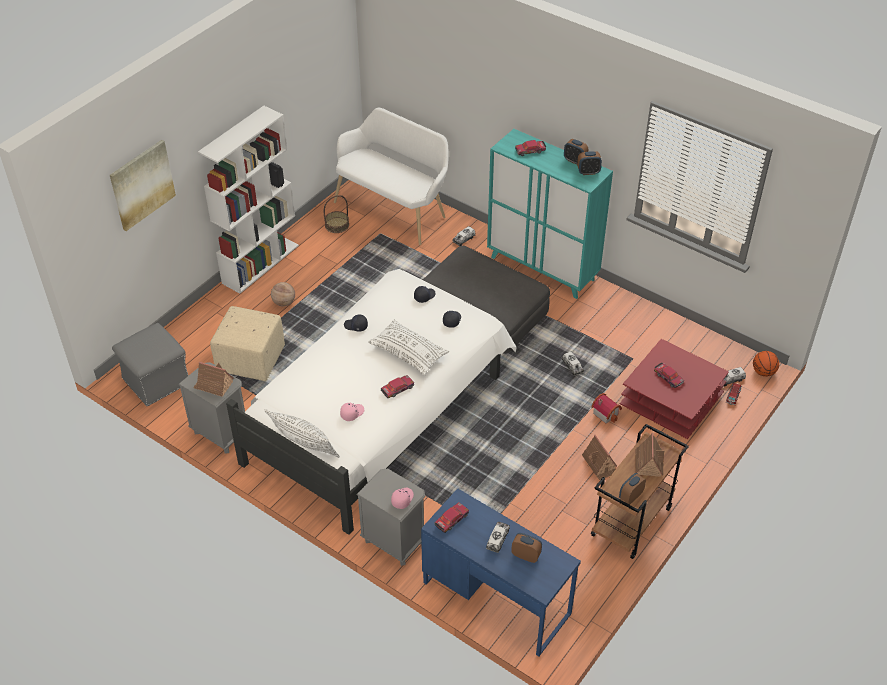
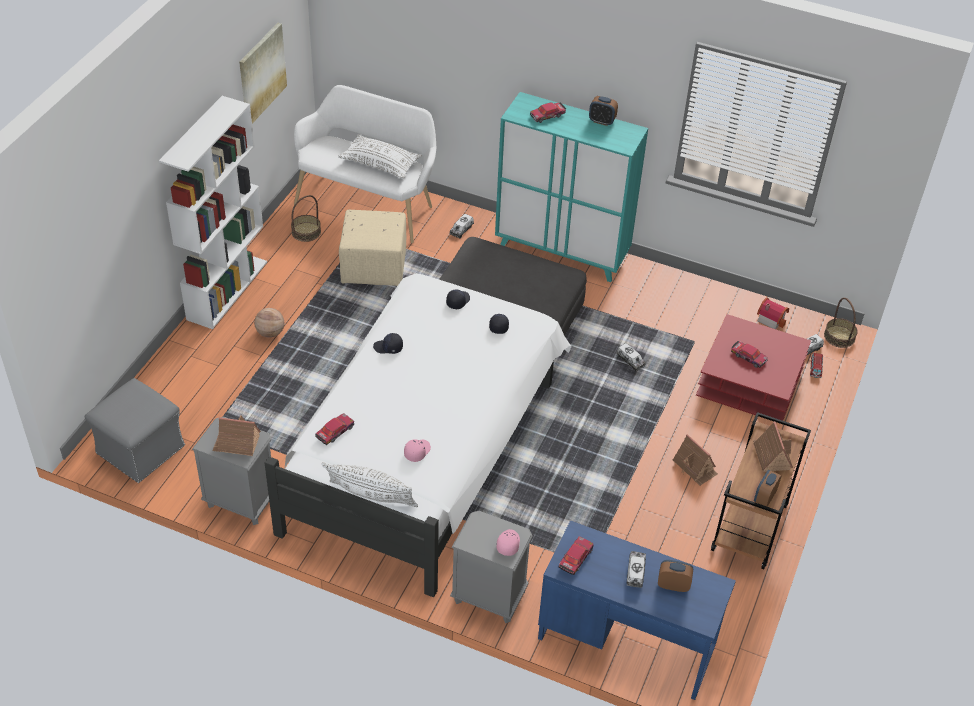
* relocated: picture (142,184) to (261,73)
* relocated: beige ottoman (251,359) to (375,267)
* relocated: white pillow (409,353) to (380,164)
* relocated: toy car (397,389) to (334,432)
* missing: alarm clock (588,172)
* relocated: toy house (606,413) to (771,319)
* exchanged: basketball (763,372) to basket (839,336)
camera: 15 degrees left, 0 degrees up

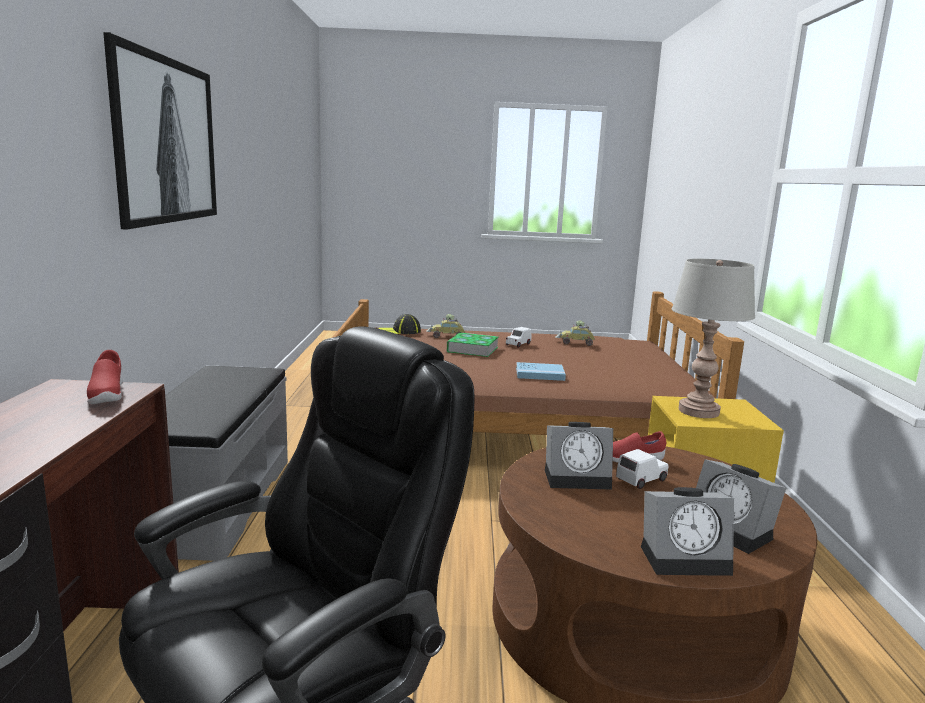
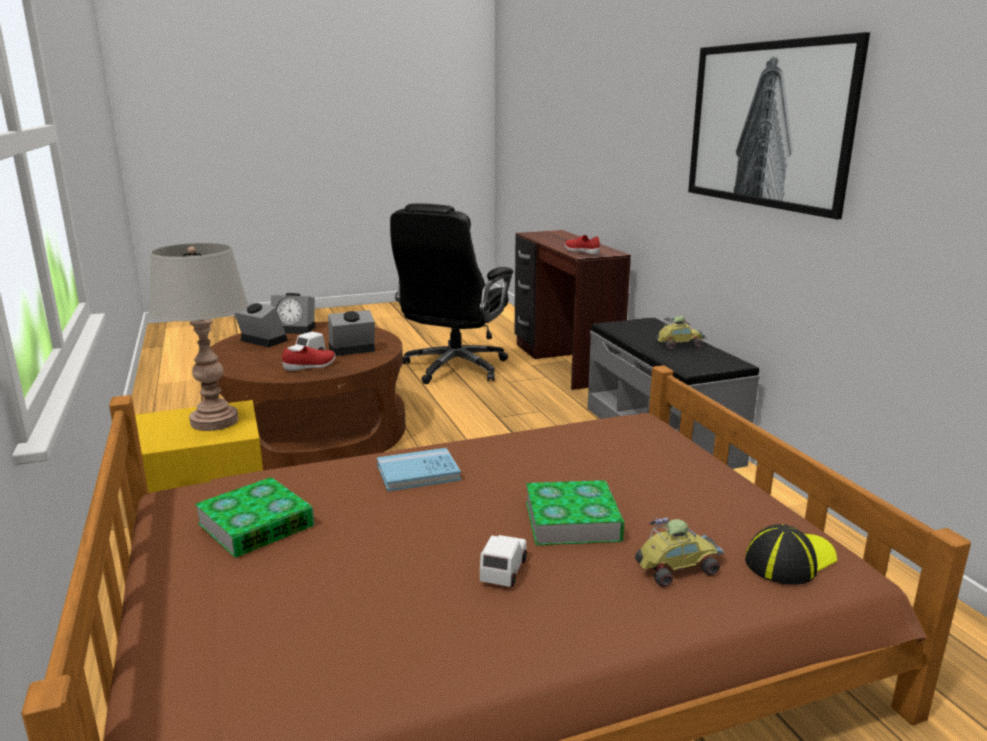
* relocated: toy car (576,343) to (679,345)
* spun: alarm clock (686,558) = (295,329) 150 degrees counterclockwise
* appeared: book (256,525)
camera: 160 degrees right, 5 degrees up

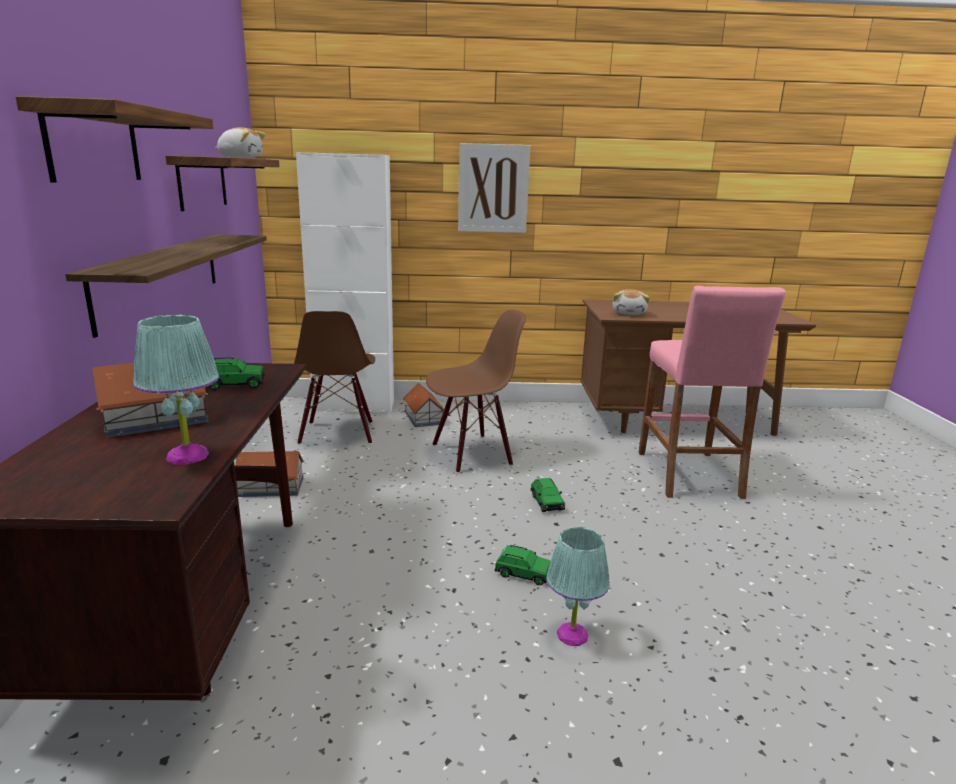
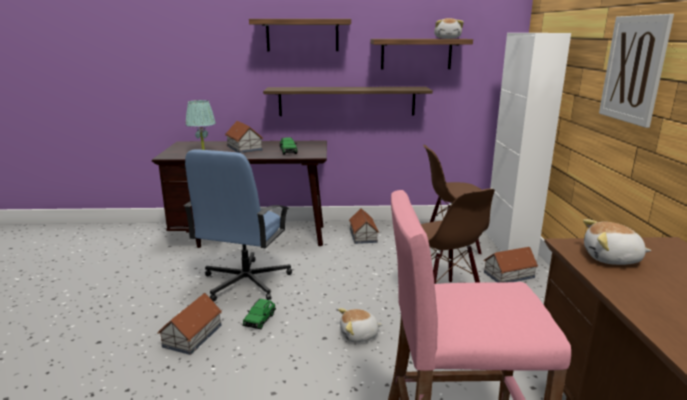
* exchanged: green toy car (547,502) to plush toy (359,335)
* exchanged: turquoise table lamp (572,634) to toy house (193,335)
* appeared: blue office chair (245,282)
camera: 90 degrees right, 0 degrees up

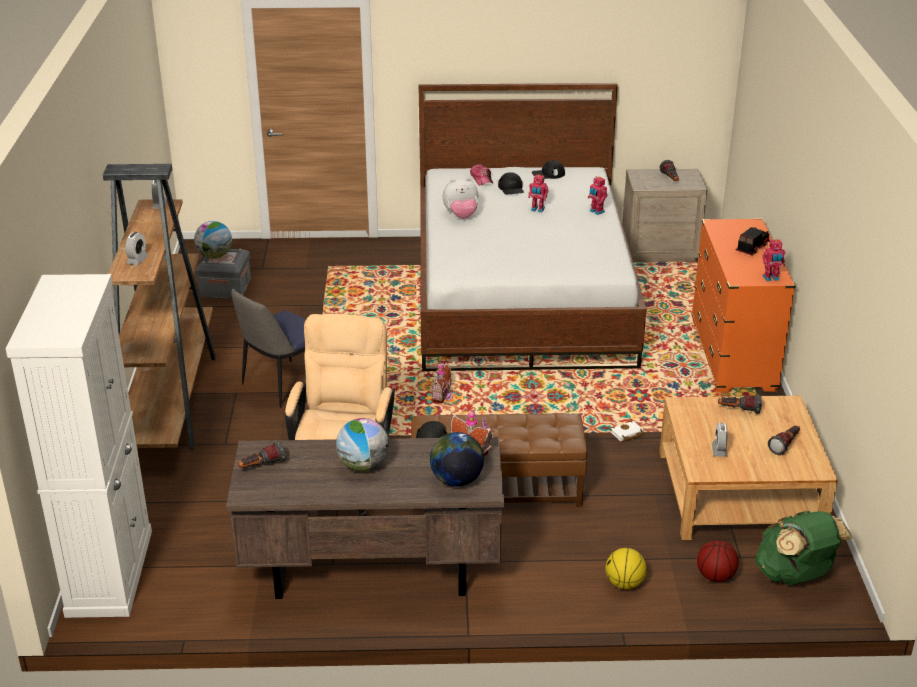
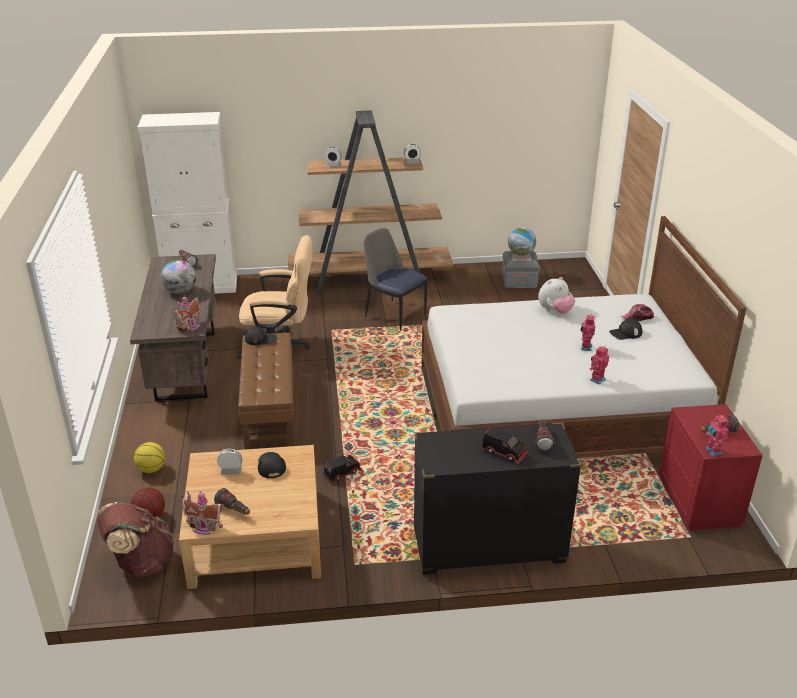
* relocated: toy house (443,397) to (204,527)
* missing: globe (456,480)
* spun: plush toy (461,216) = (555,311) 105 degrees counterclockwise
* relocated: black cap (548,174) to (271,466)
* exchanged: white book (627,434) to toy truck (342,473)
* colour: beige nightstand (659,250) to red nightstand (700,501)
* colour: orange dresser (733,355) to black dresser (488,547)
* relocated: flashlight (738,410) to (542,440)
* colour: green backpack (795,576) to brown backpack (141,563)
* relocated: toy robot (771,278) to (712,451)
camera: 85 degrees right, 0 degrees up

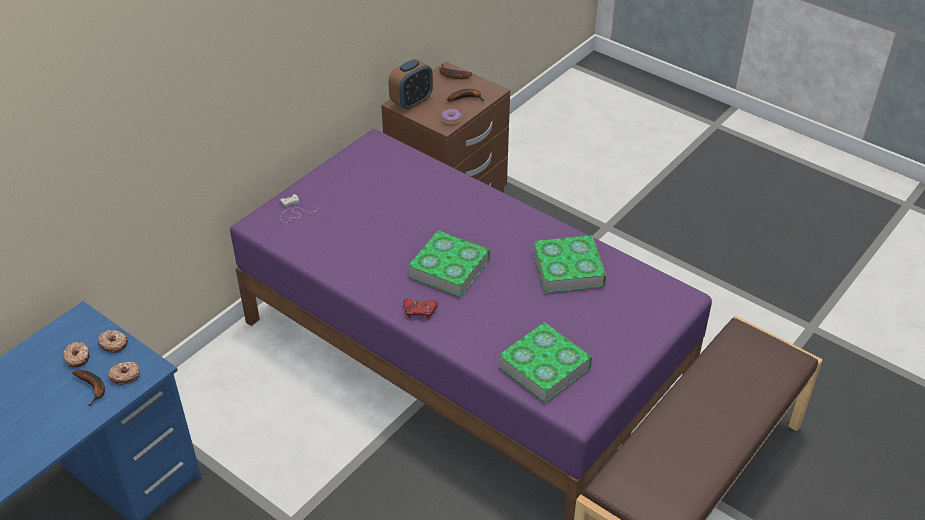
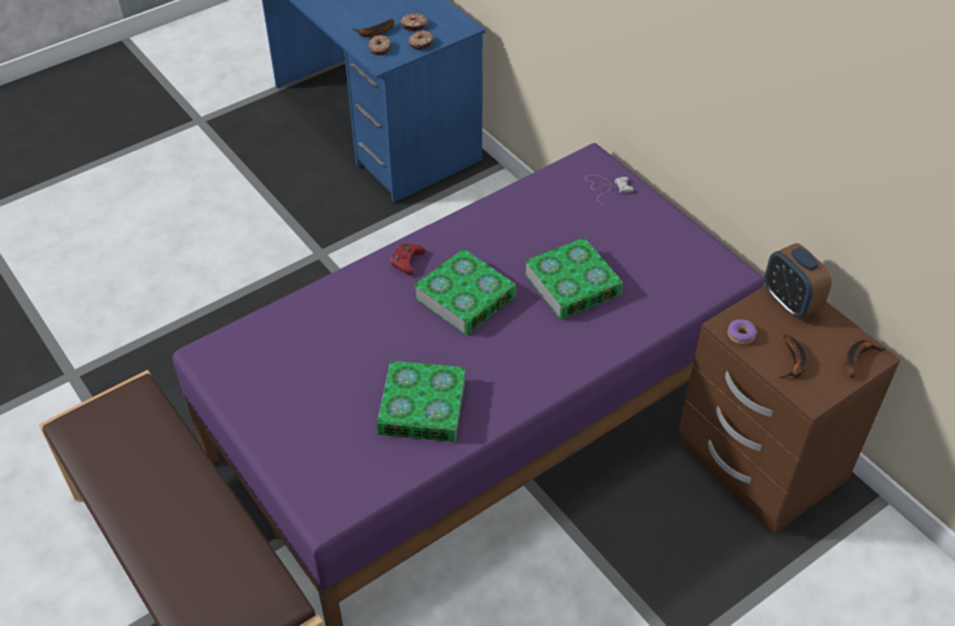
* relocated: book (544,367) to (572,284)
camera: 105 degrees right, 5 degrees up

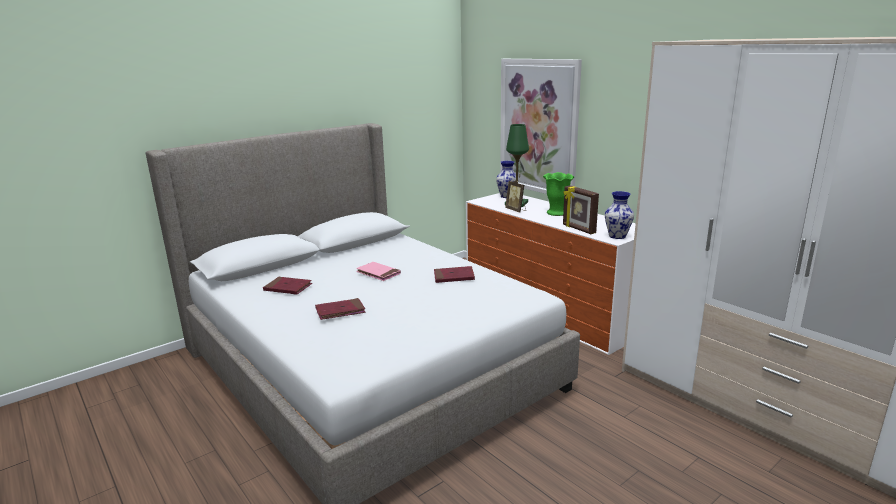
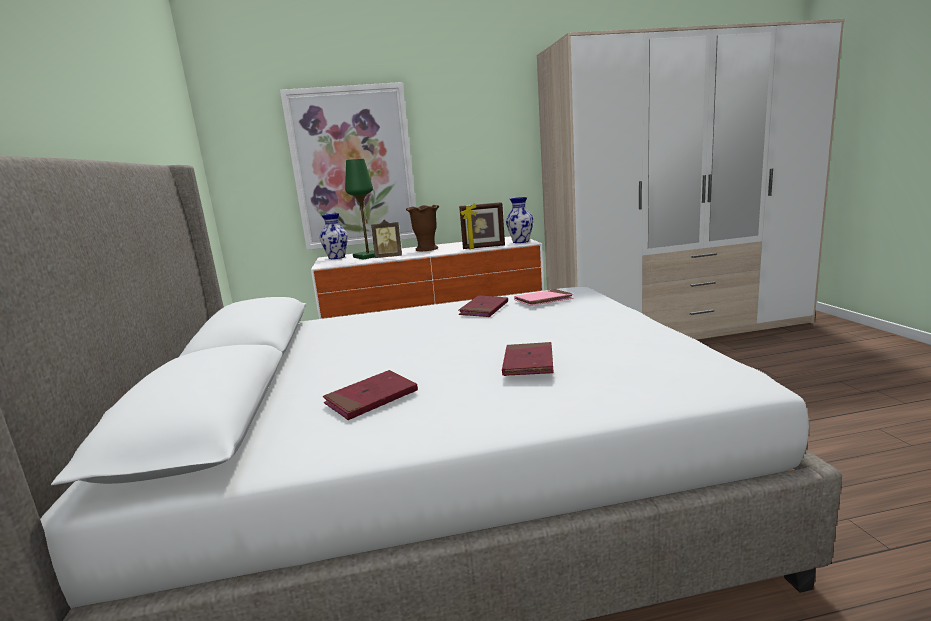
* relocated: pink book (378,273) to (543,300)
* colour: green vase (557,213) to brown vase (426,249)
camera: 60 degrees left, 5 degrees down

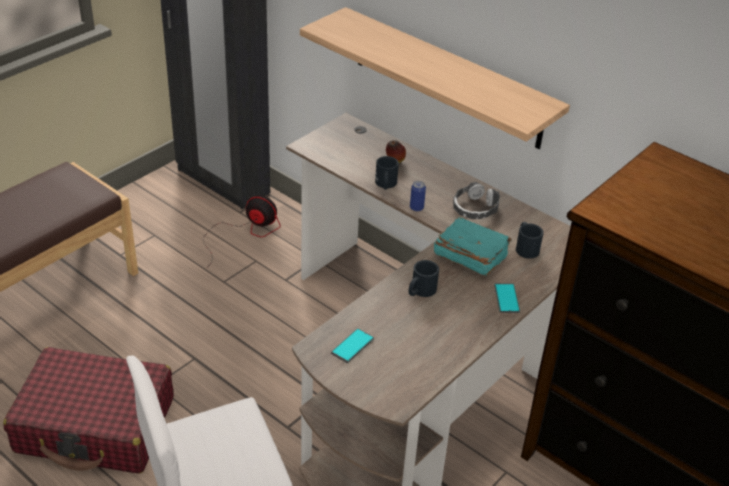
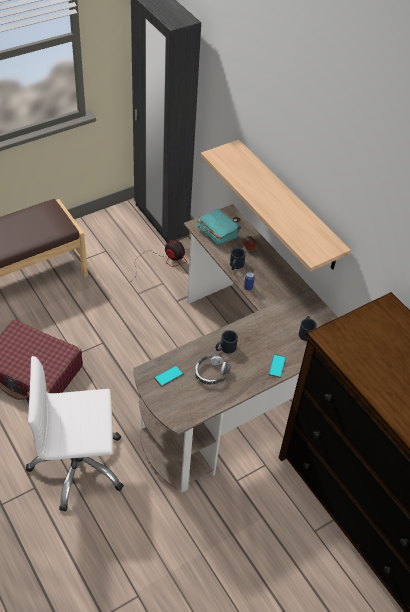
* relocated: turquoise book (469,256) to (217,232)
* relocated: headphones (475,208) to (211,373)
camera: 15 degrees right, 10 degrees up

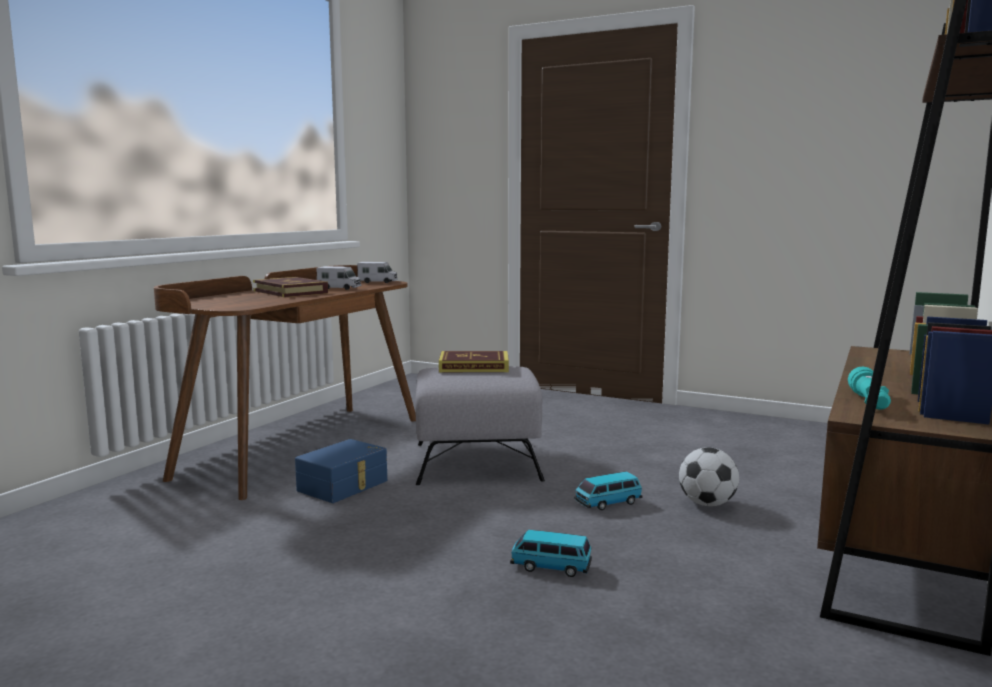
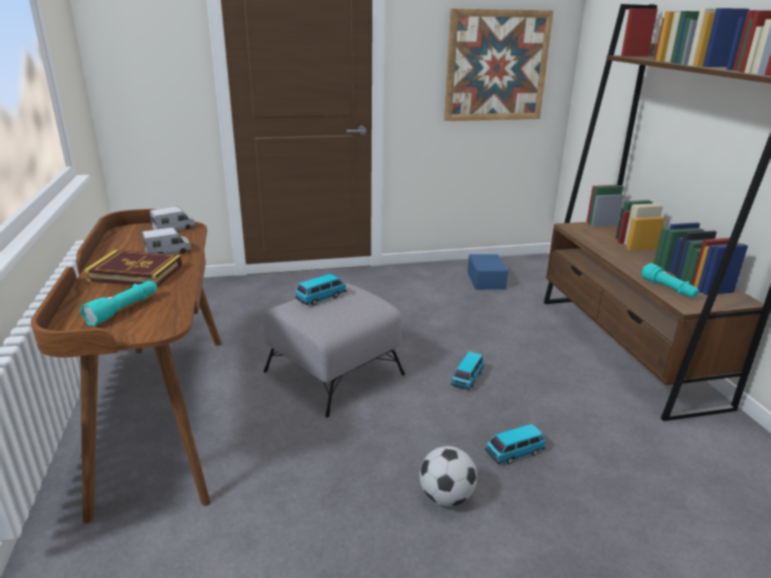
* relocated: blue storage box (344,486) to (487,280)
* exchanged: book (474,367) to toy car (321,298)
* relocated: football (707,504) to (446,497)
* appeared: turquoise flashlight (124,309)
* appeared: picture (496,66)
camera: 40 degrees left, 15 degrees up

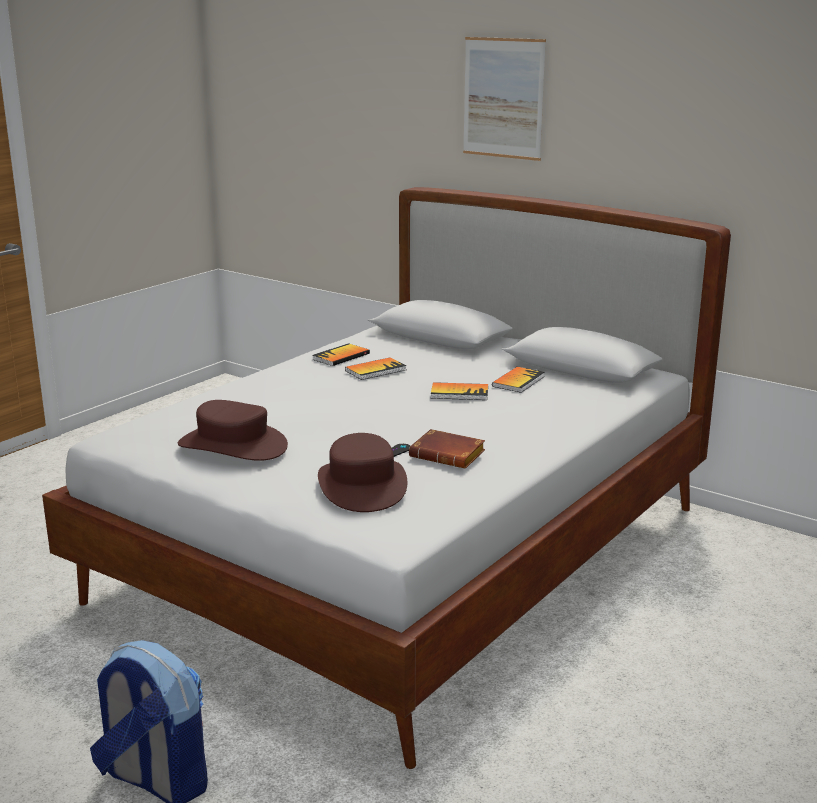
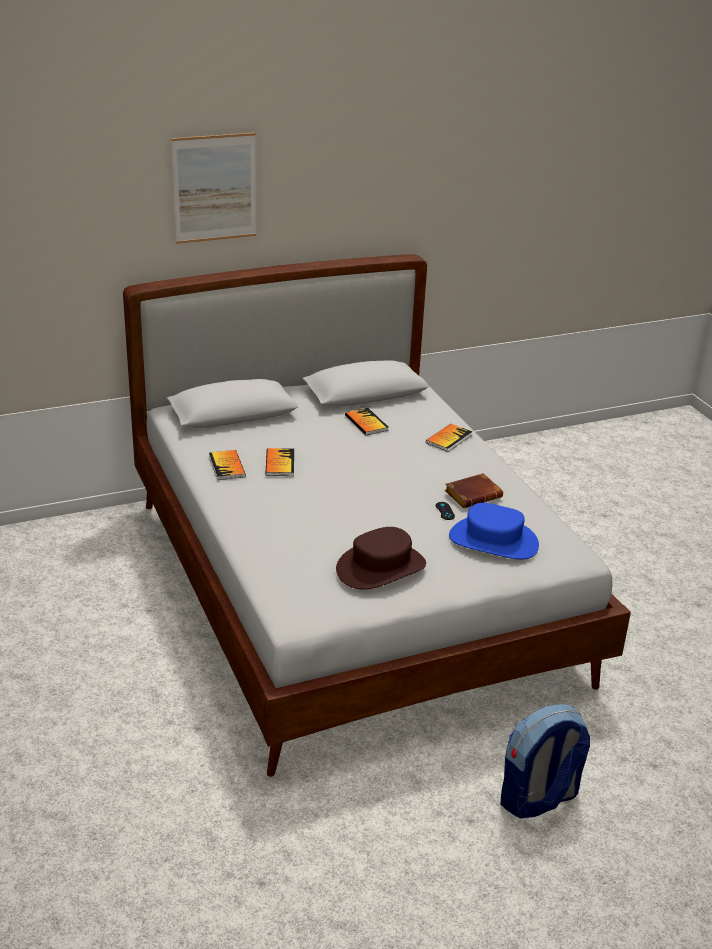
* colour: brown hat (362,485) to blue hat (493,541)
* relocated: book (459,393) to (448,439)
camera: 60 degrees left, 10 degrees up

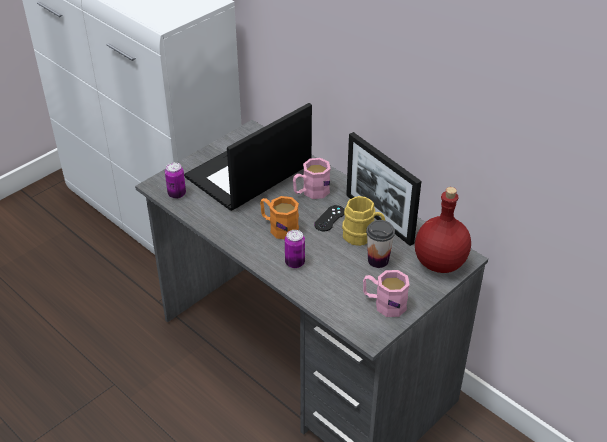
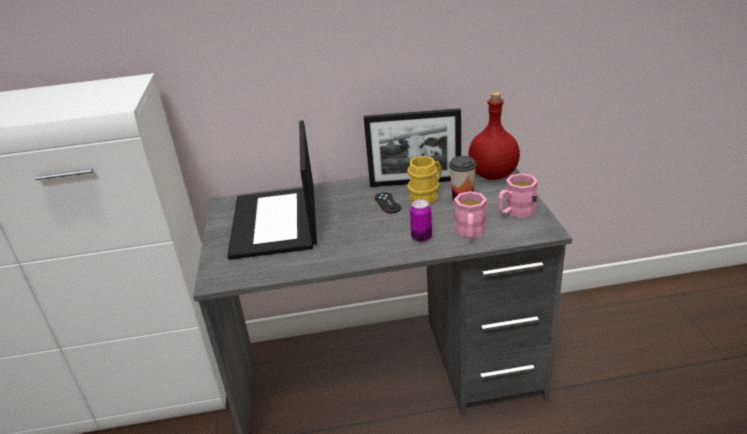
* missing: can (177,194)
* missing: orange mug (279,227)
* relocated: pink mug (311,192) to (470,233)
camera: 50 degrees left, 10 degrees down

